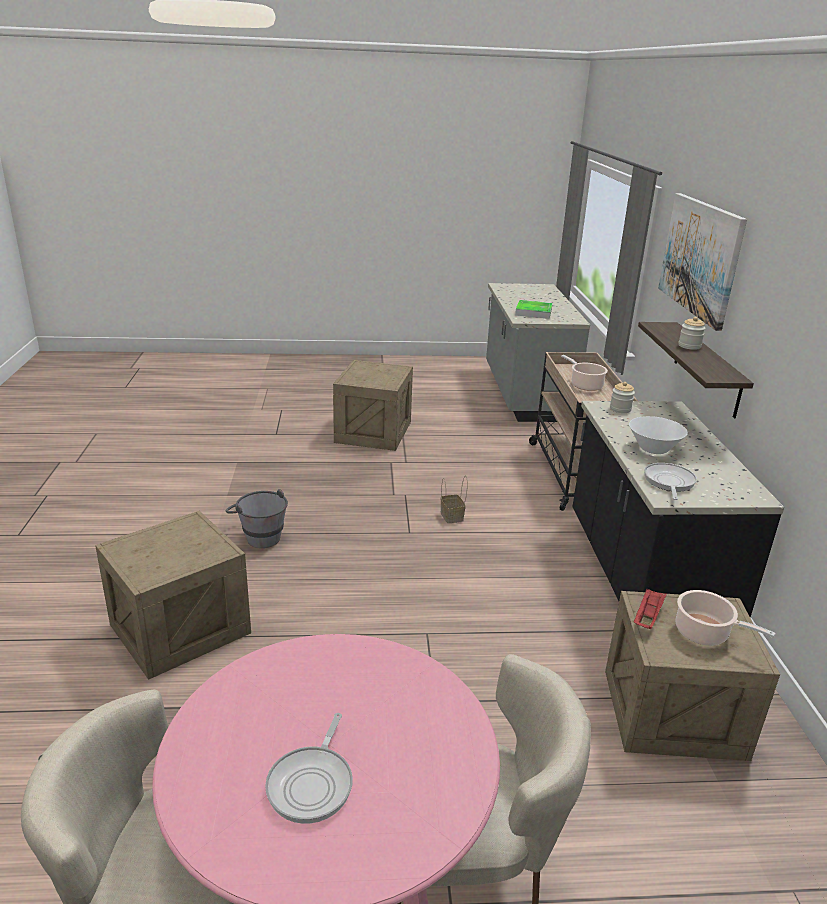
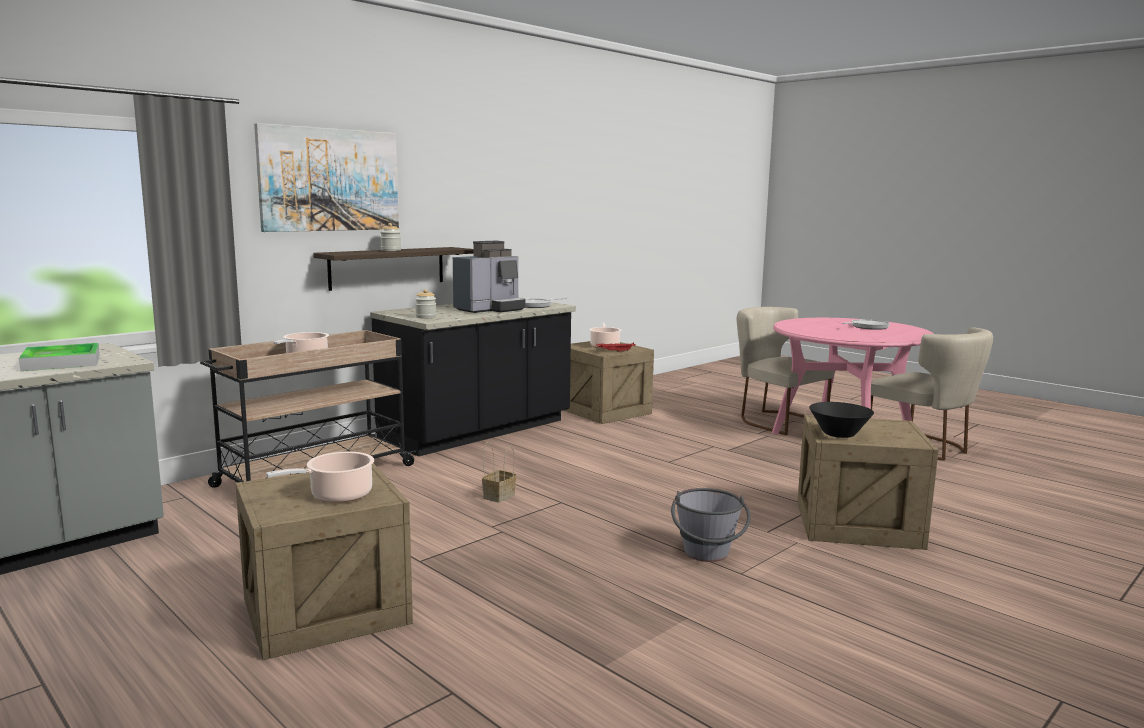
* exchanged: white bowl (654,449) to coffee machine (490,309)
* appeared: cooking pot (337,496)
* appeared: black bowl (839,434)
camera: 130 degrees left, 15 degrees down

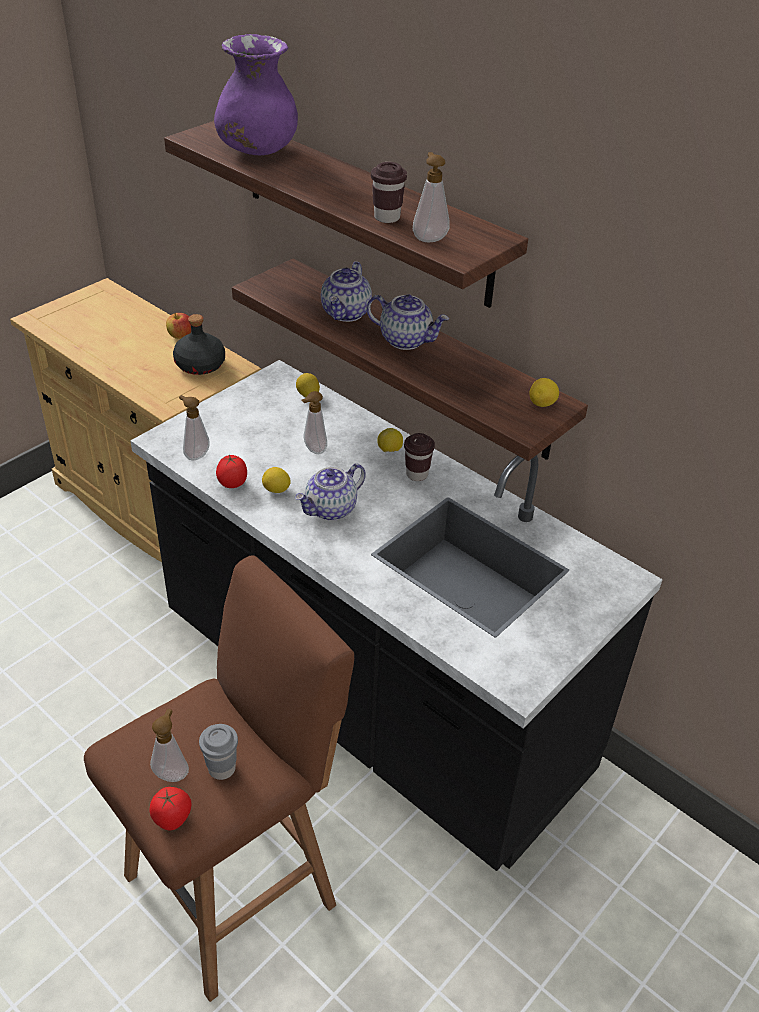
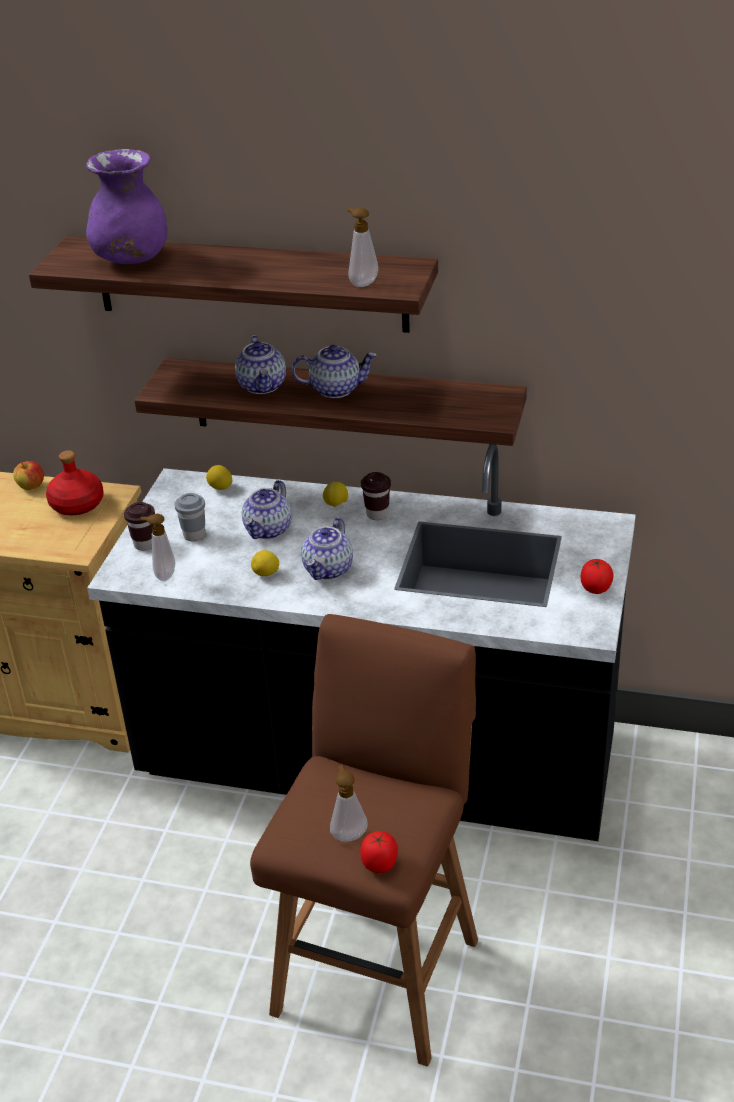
* colour: black bottle (200,365) to red bottle (77,505)
* relocated: grey cup (222,768) to (194,535)
* relocated: tomato (232,484) to (595,590)
* exchanged: soap dispenser (313,450) to teapot (268,530)
* relocated: brown cup (387,217) to (145,544)
* missing: lemon (542,404)
camera: 25 degrees left, 5 degrees down

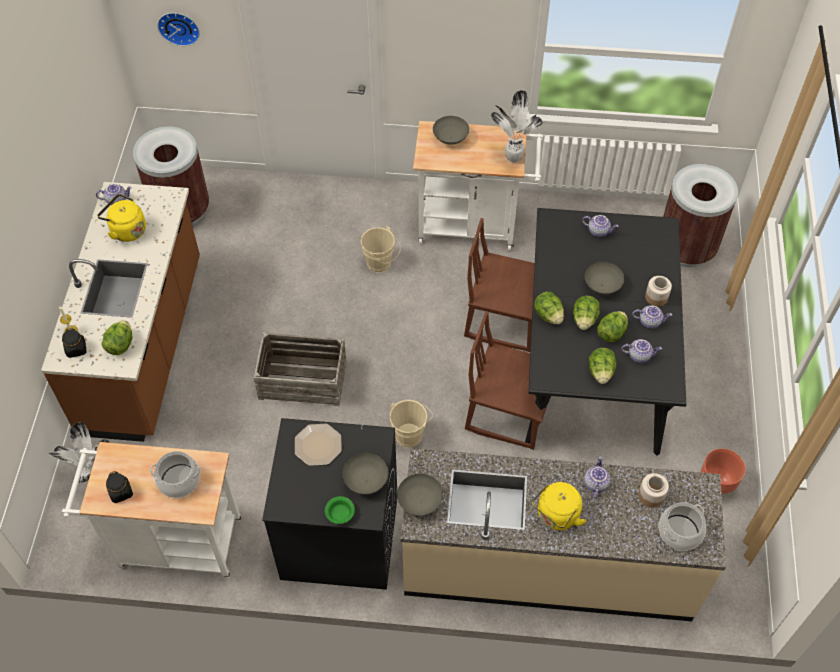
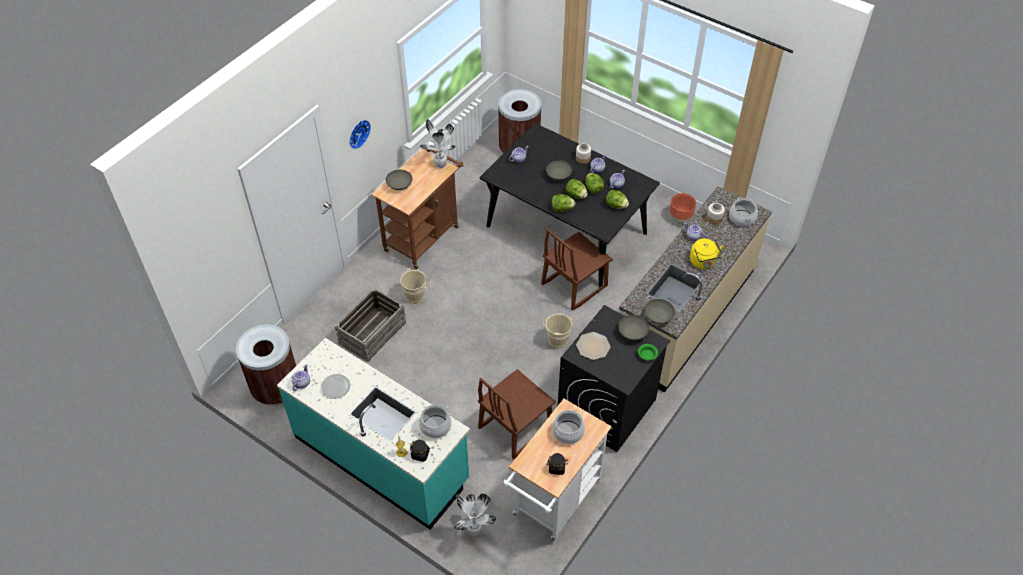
* colour: brown counter (145,345) to turquoise counter (382,458)
* exchanged: yellow kettle (126,230) to plate (335,387)
* exchanged: lettuce (120,345) to cooking pot (435,427)
* relocated: wall clock (179,27) to (358,133)
* relocated: crate (302,380) to (373,333)
* colour: white cart (474,225) to brown cart (424,235)
* relocated: brown chair (504,319) to (514,427)
camera: 60 degrees left, 5 degrees down

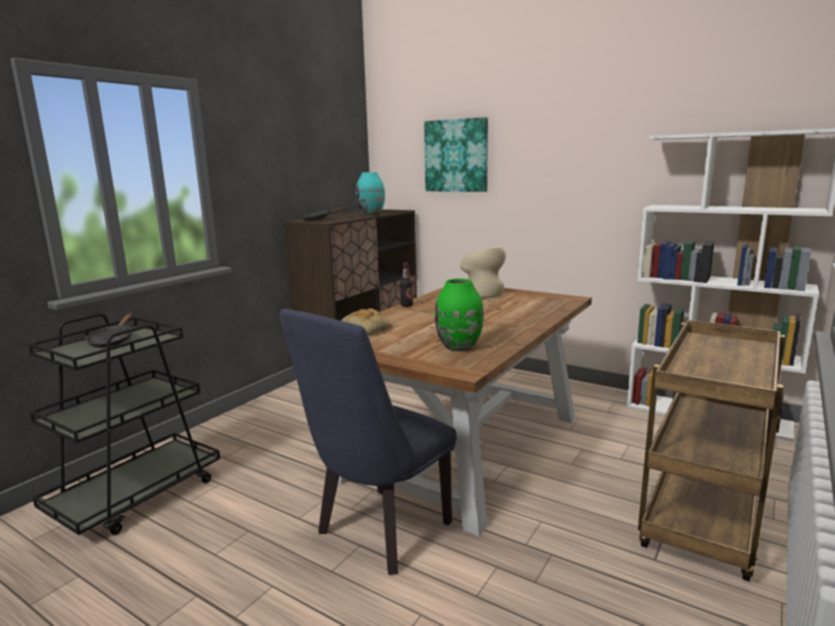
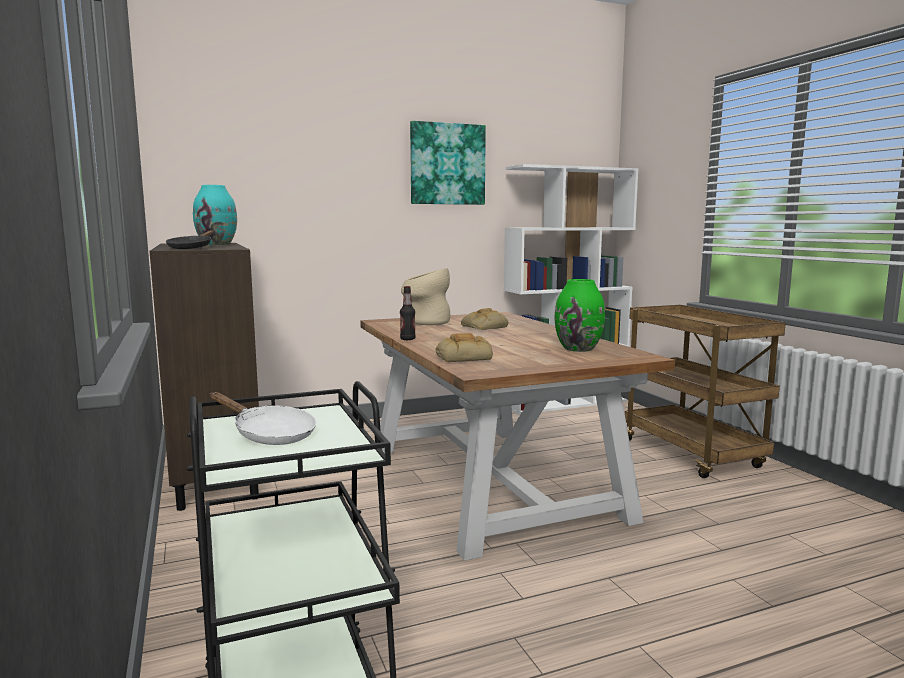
* colour: black frying pan (113,341) to white frying pan (269,434)
* missing: blue chair (377,534)
* relocated: picture (456,155) to (447,164)
* appeared: bread (484,327)
camera: 55 degrees left, 5 degrees down

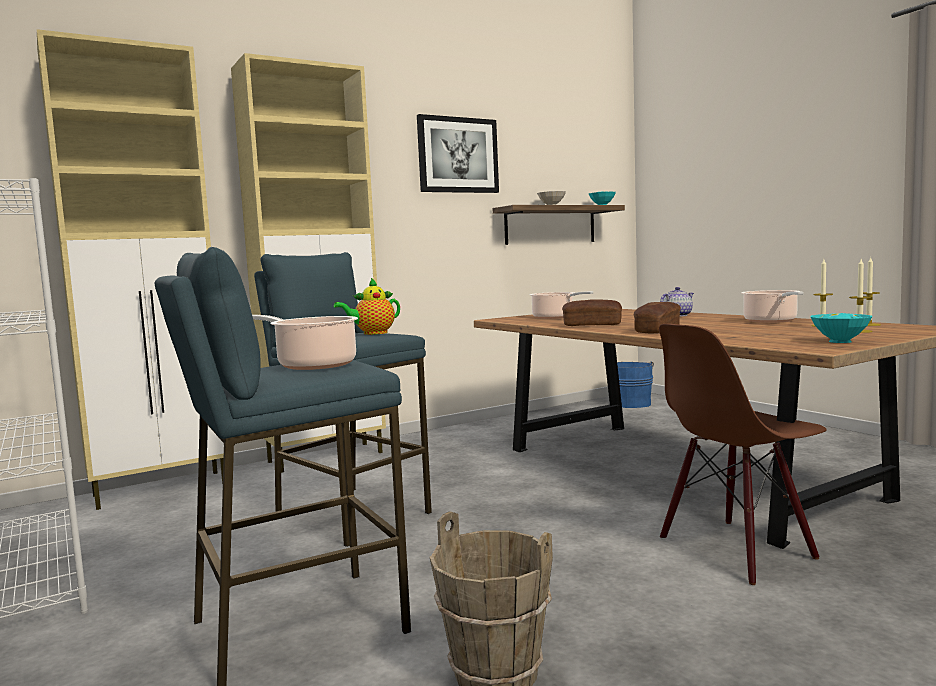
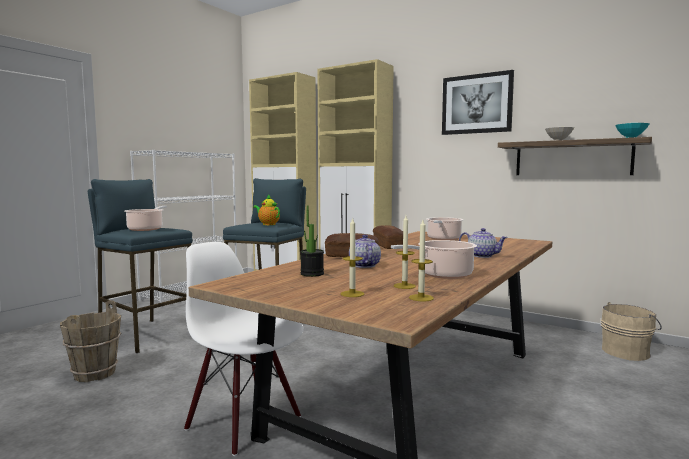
* colour: blue bucket (631,403) to beige bucket (627,352)
* colour: brown chair (736,549) to white chair (245,422)
* missing: turquoise bowl (841,341)
* appeared: potted plant (312,274)
* appeared: teapot (364,265)
camera: 65 degrees right, 0 degrees up

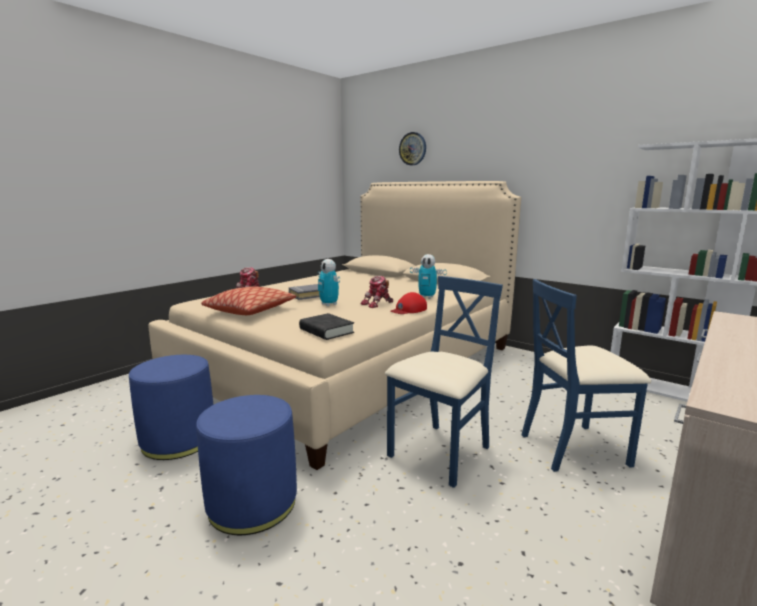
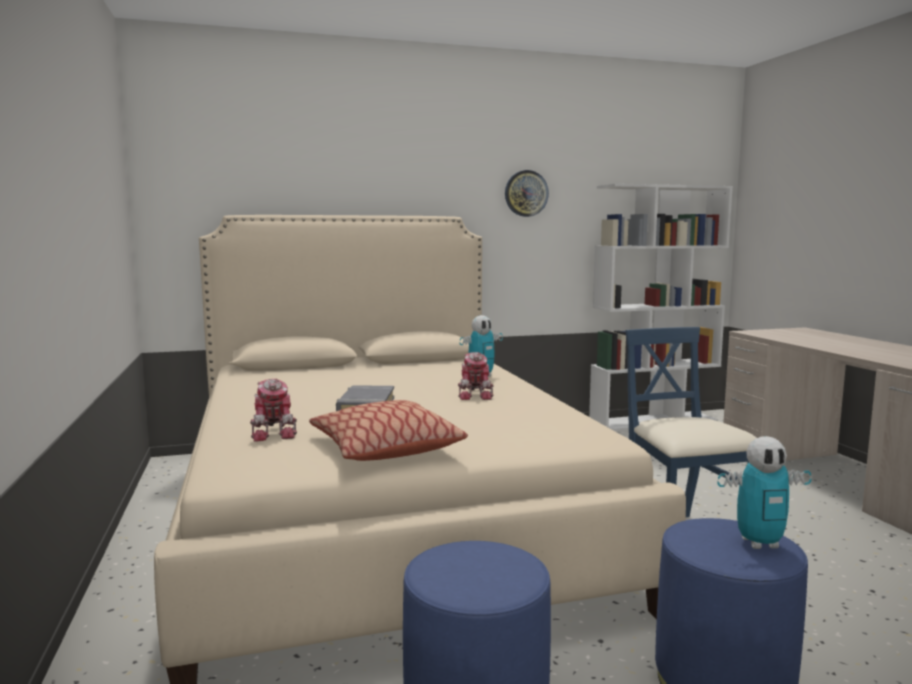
* missing: black book (326,331)
* relocated: toy robot (329,304) to (759,543)
* missing: red cap (408,310)
* relocated: wall clock (412,149) to (526,193)
* missing: blue chair (574,448)
camera: 55 degrees left, 5 degrees down

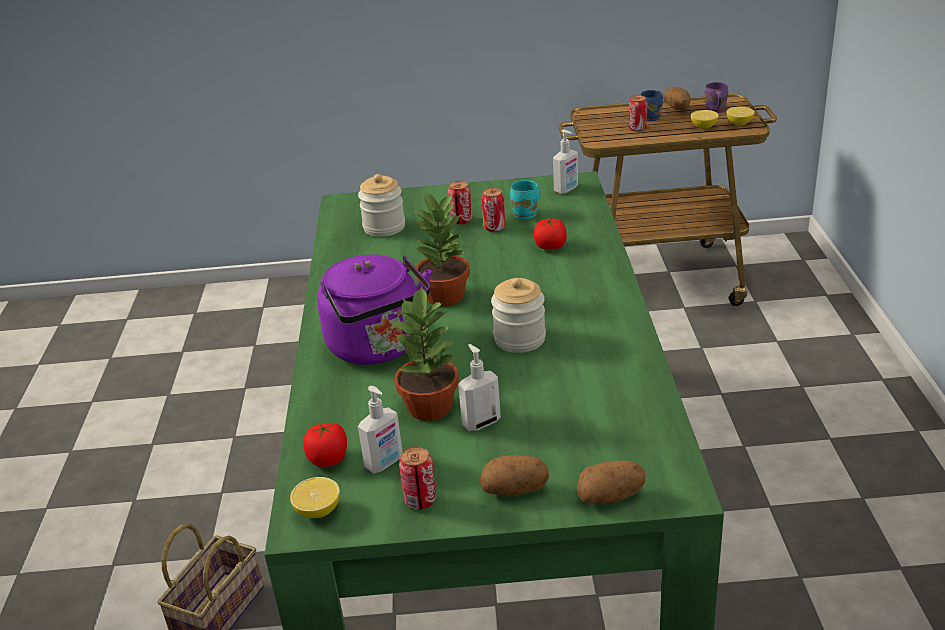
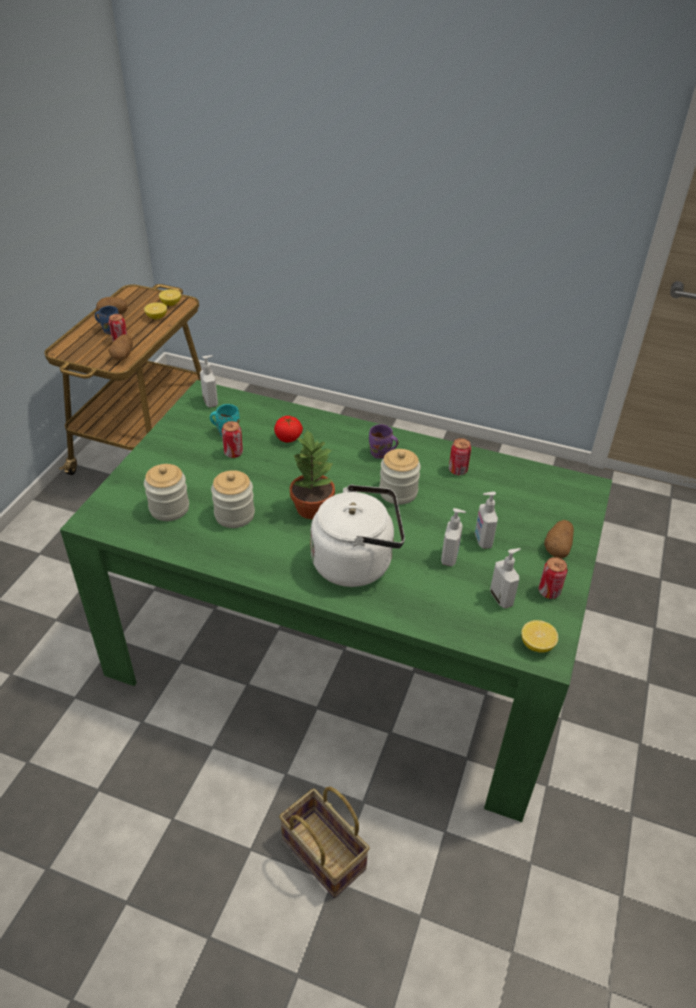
* missing: tomato (328,459)
* colour: purple kettle (379,347) to white kettle (357,562)
* exchanged: potted plant (431,406) to soap dispenser (450,557)
* relocated: can (461,220) to (458,470)
* relocated: potato (610,496) to (123,355)
* relocated: purple mug (714,111) to (381,454)
* appeared: jar (234,515)
camera: 70 degrees left, 10 degrees up

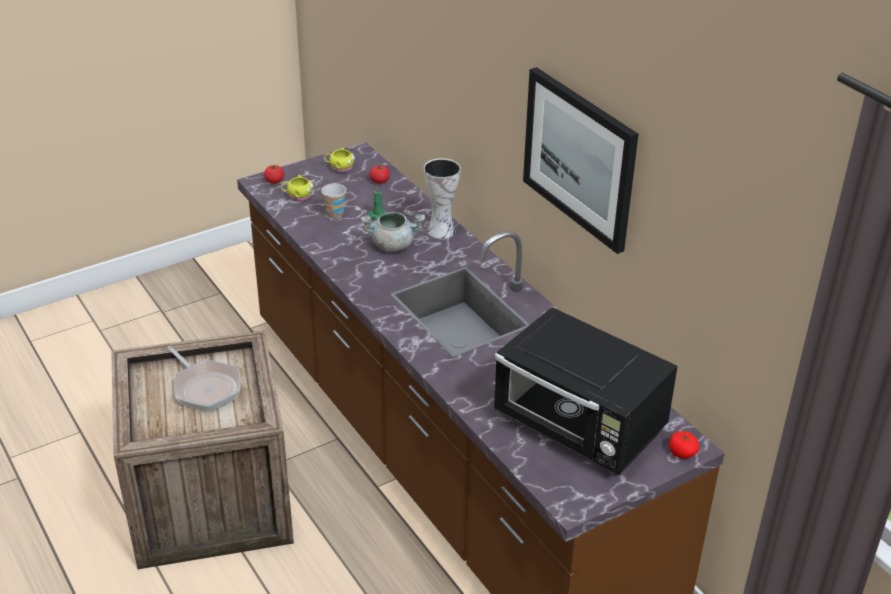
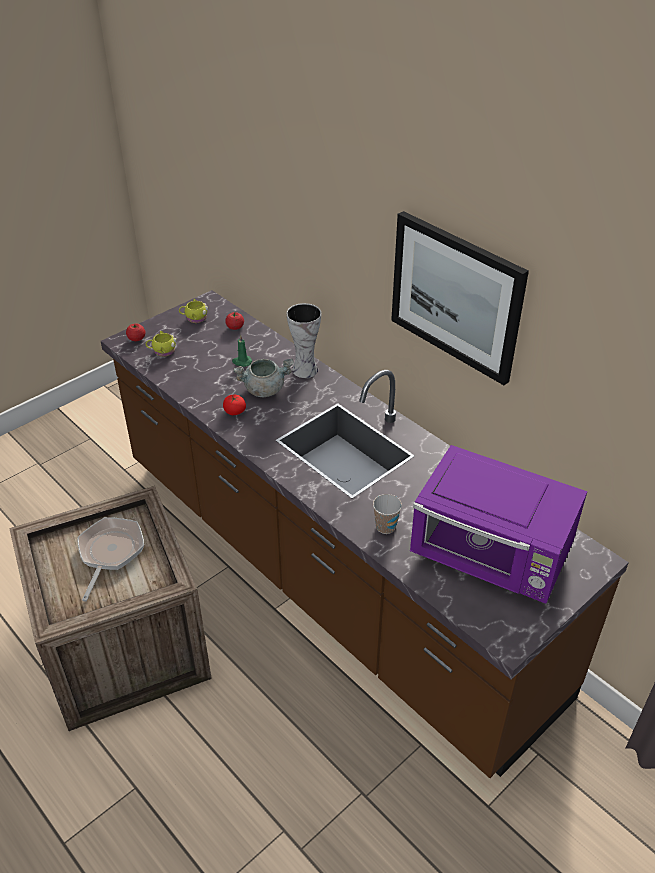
* spun: frying pan (205,387) = (110,553) 120 degrees counterclockwise
* relocated: cup (335,214) to (385,527)
* colour: black microwave (579,429) to purple microwave (491,557)
* relocated: tomato (682,452) to (234,411)
camera: 10 degrees left, 5 degrees up

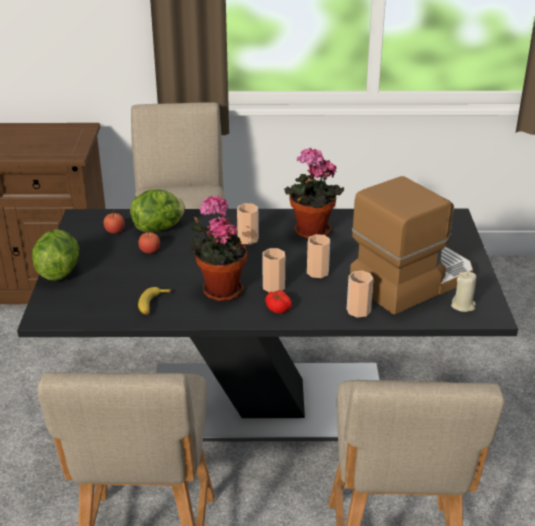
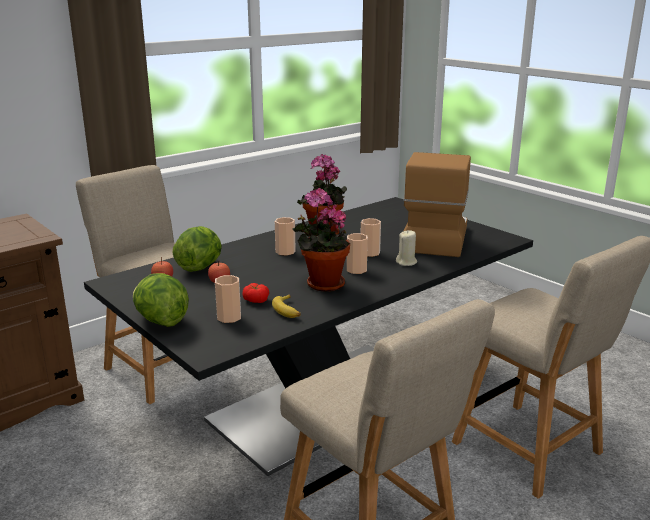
* relocated: tomato (278,308) to (256,300)
* relocated: cup (358,310) to (229,317)
* relocated: beige candle (463,306) to (406,262)
camera: 40 degrees left, 10 degrees down

